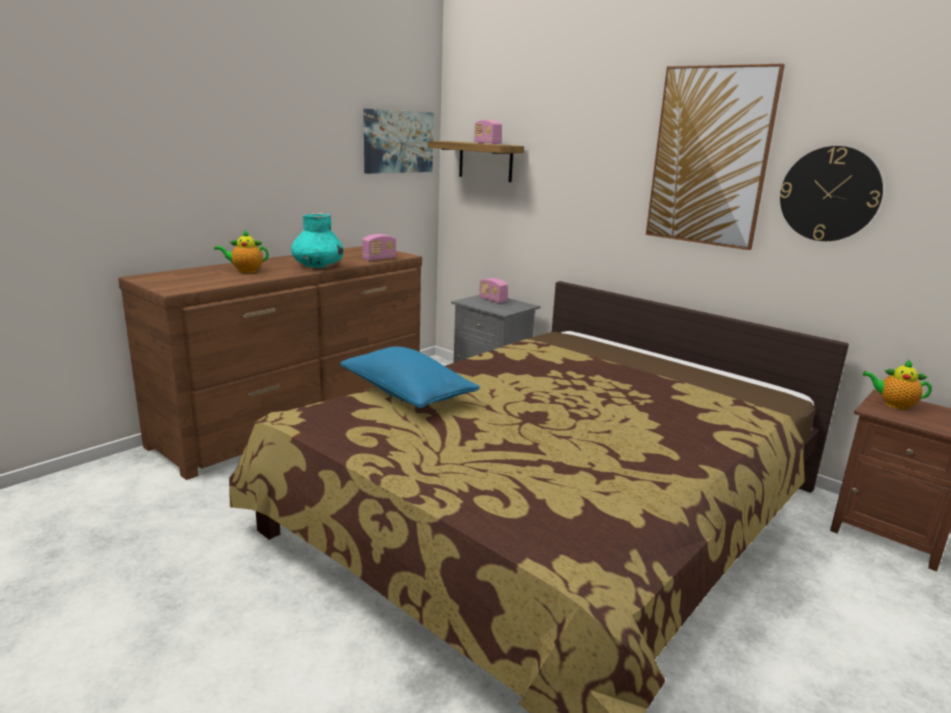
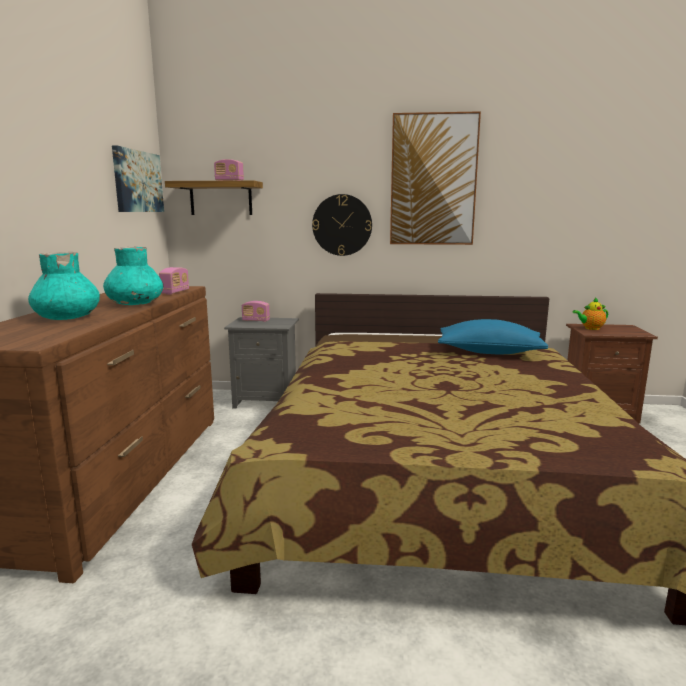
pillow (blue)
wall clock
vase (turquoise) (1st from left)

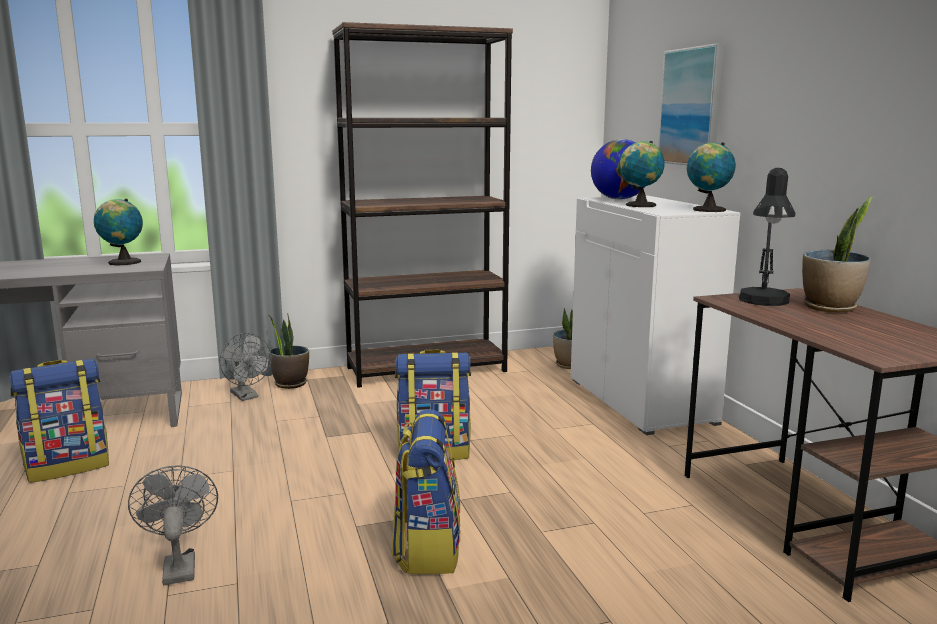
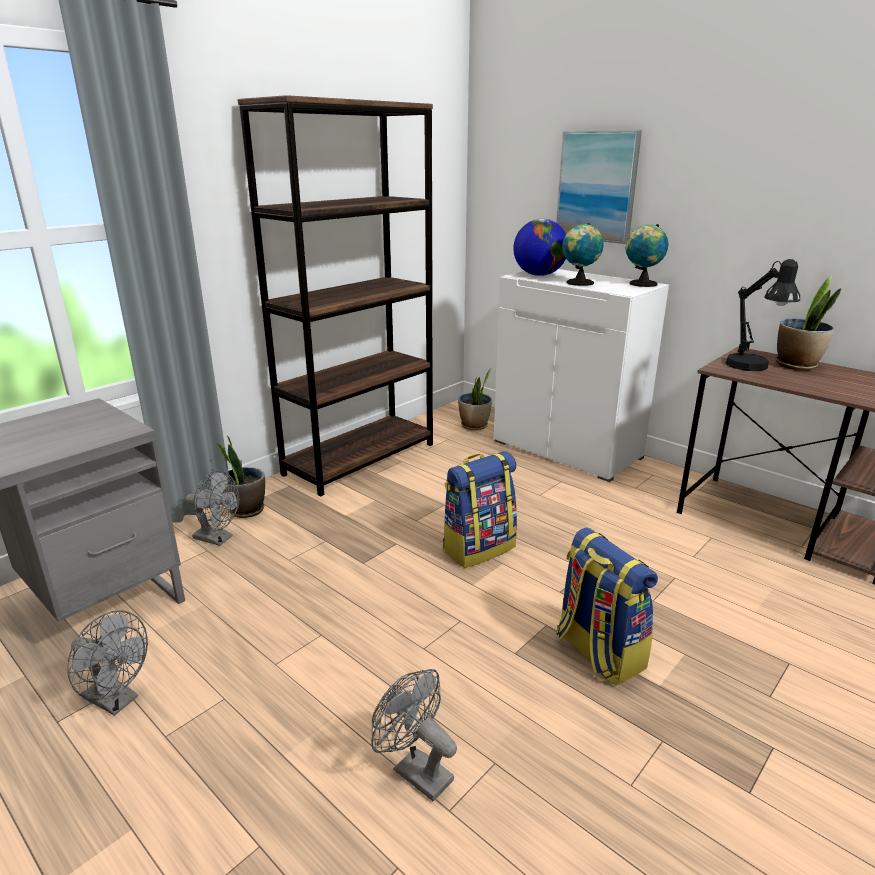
globe (1st from left in the first image)
fan (grey) (1st from left)

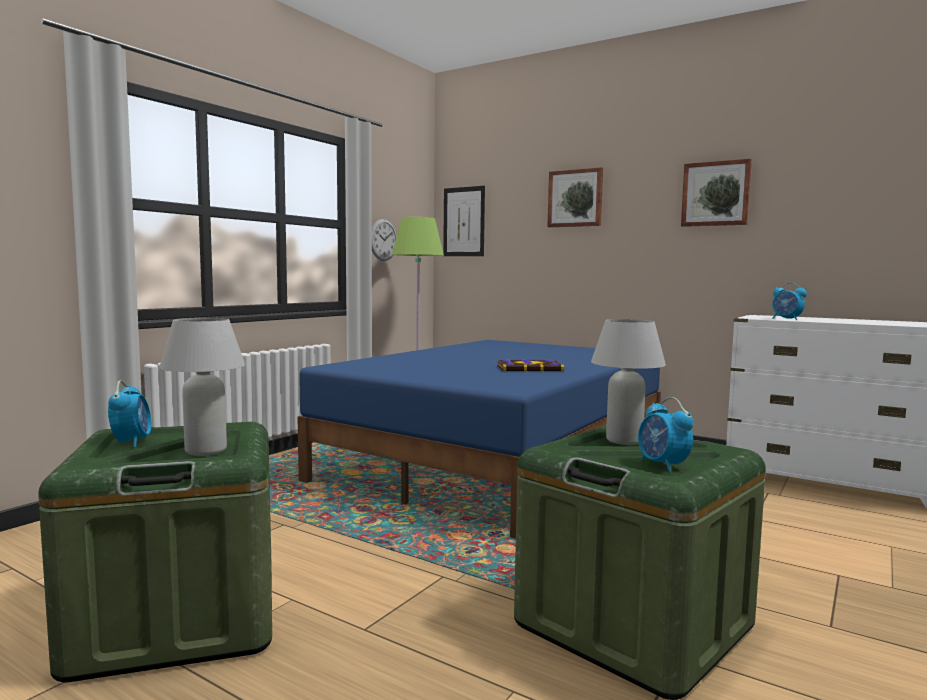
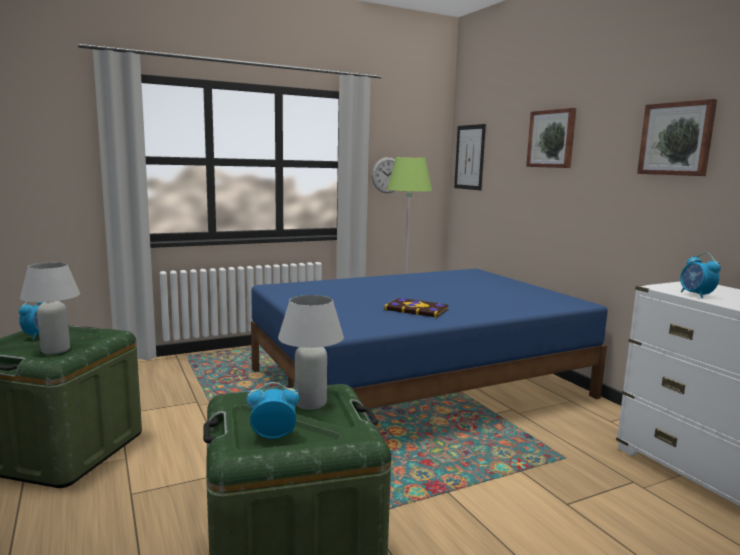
alarm clock (2nd from left)

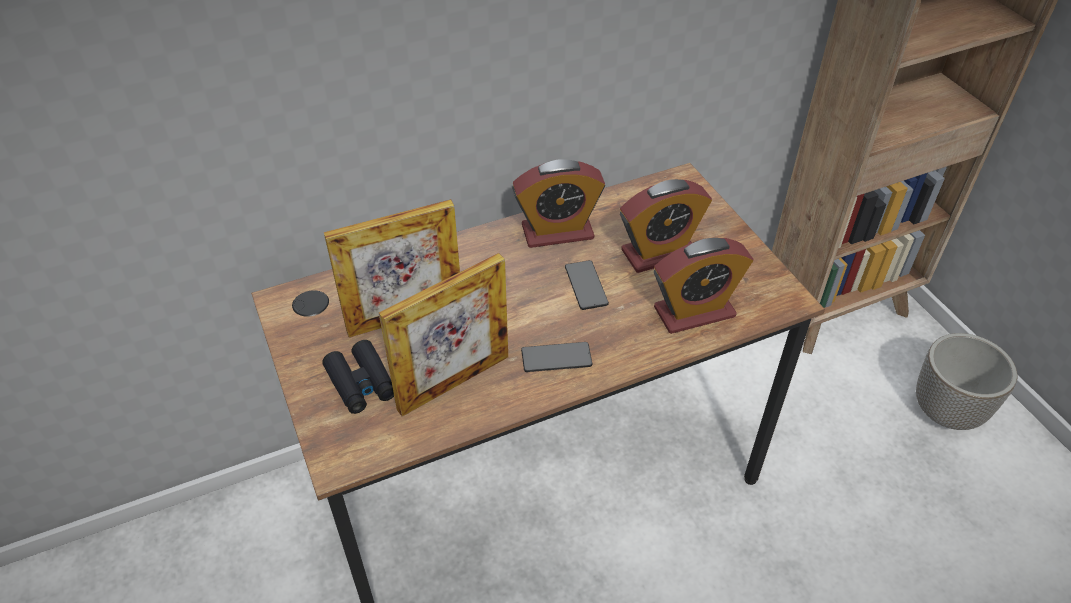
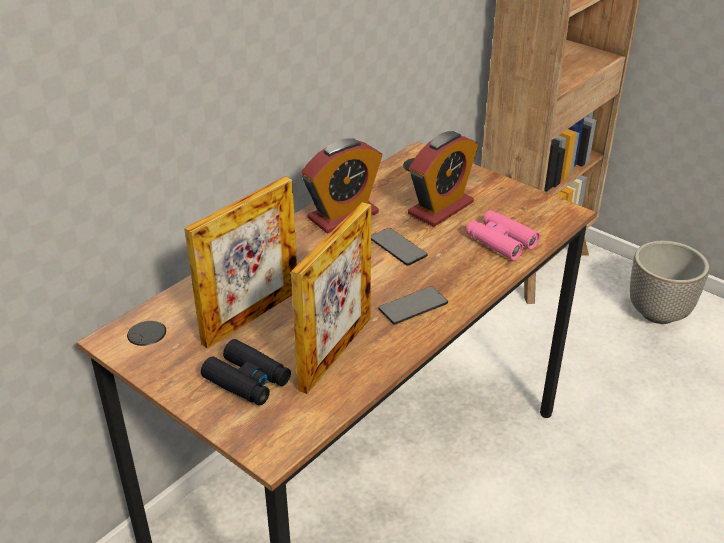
binoculars (pink)

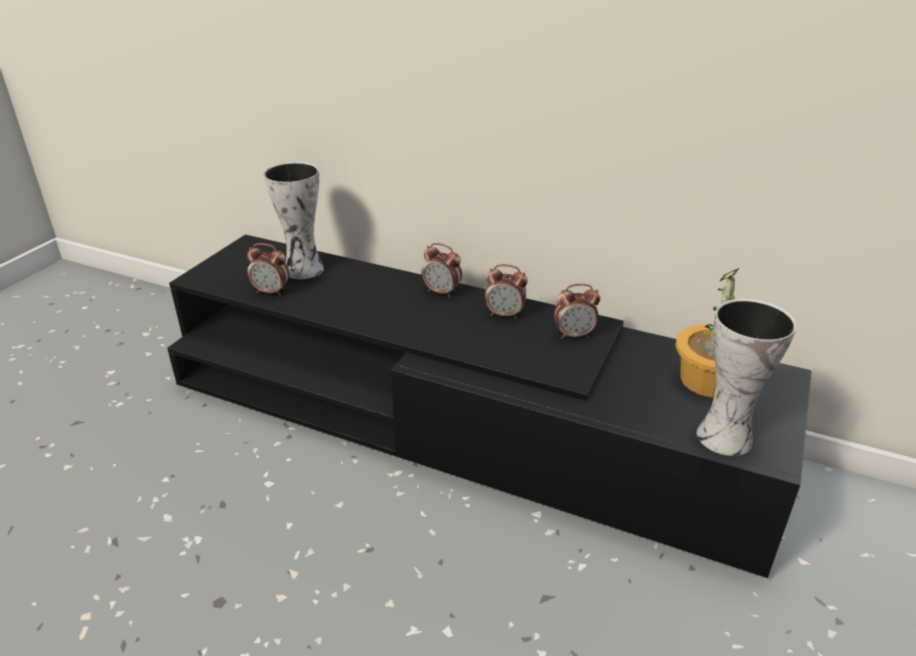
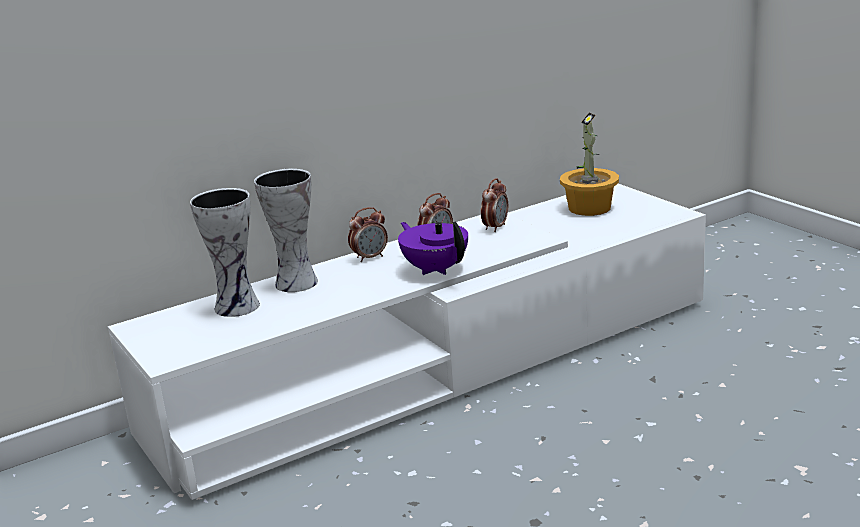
alarm clock (1st from left in the first image)
teapot (purple)
vase (2nd from left)
tv stand (white)

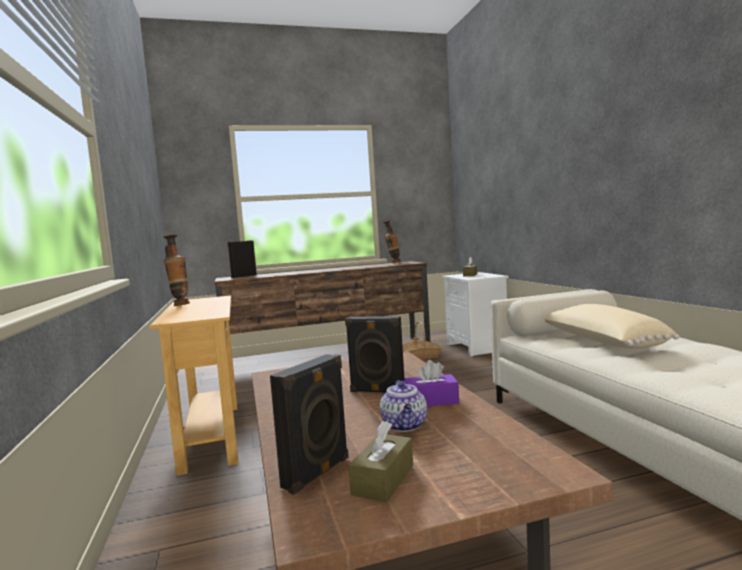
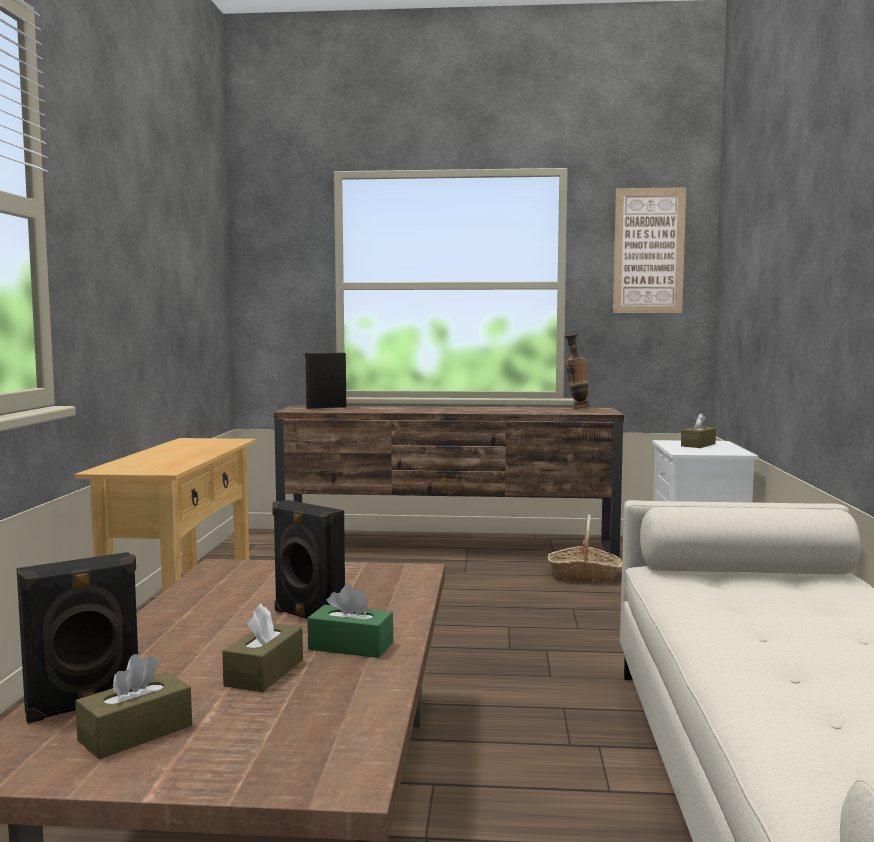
vase (1st from left in the first image)
pillow (beige)
picture
tissue box (brown) (2nd from left)
tissue box (green)

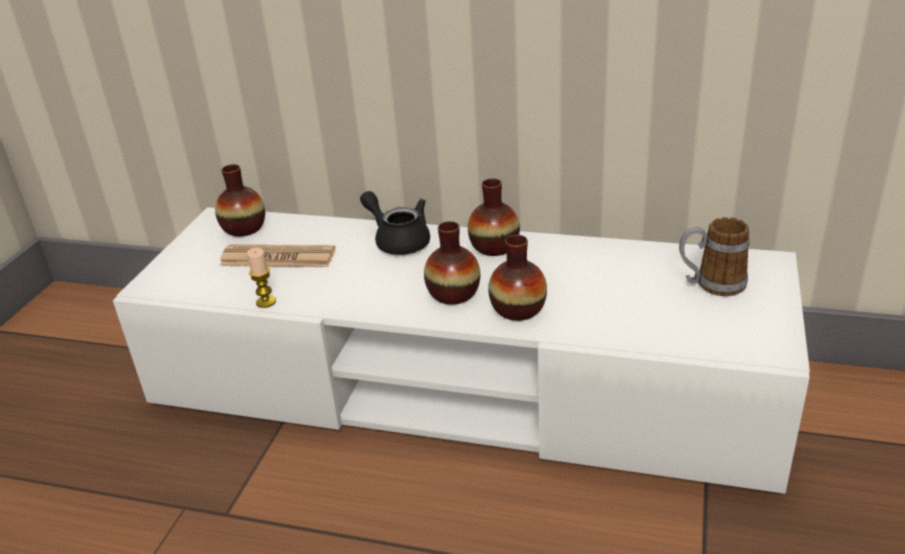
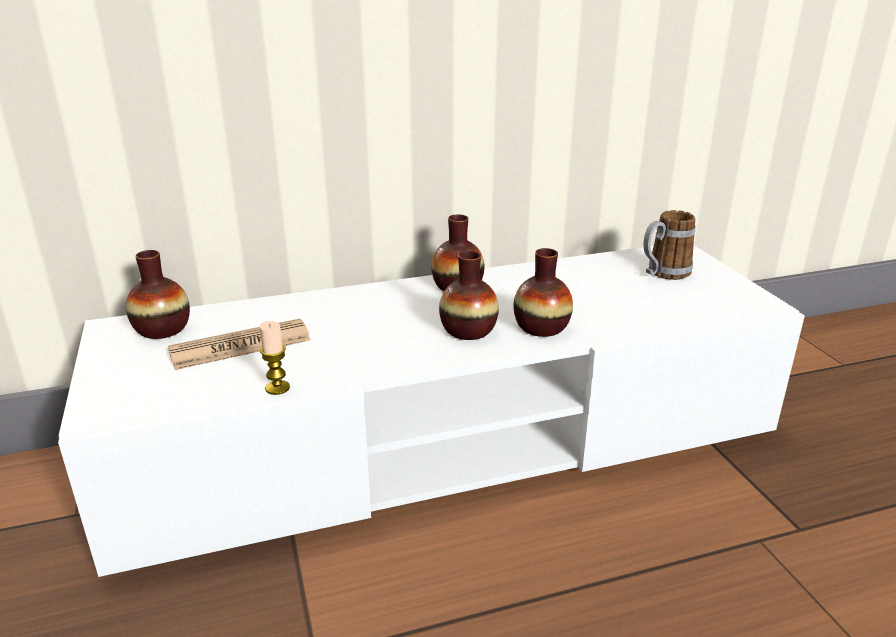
teapot (black)

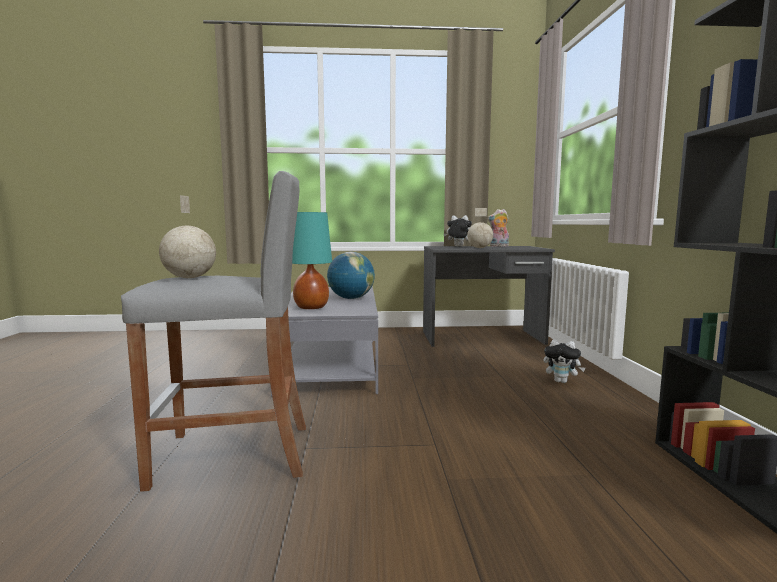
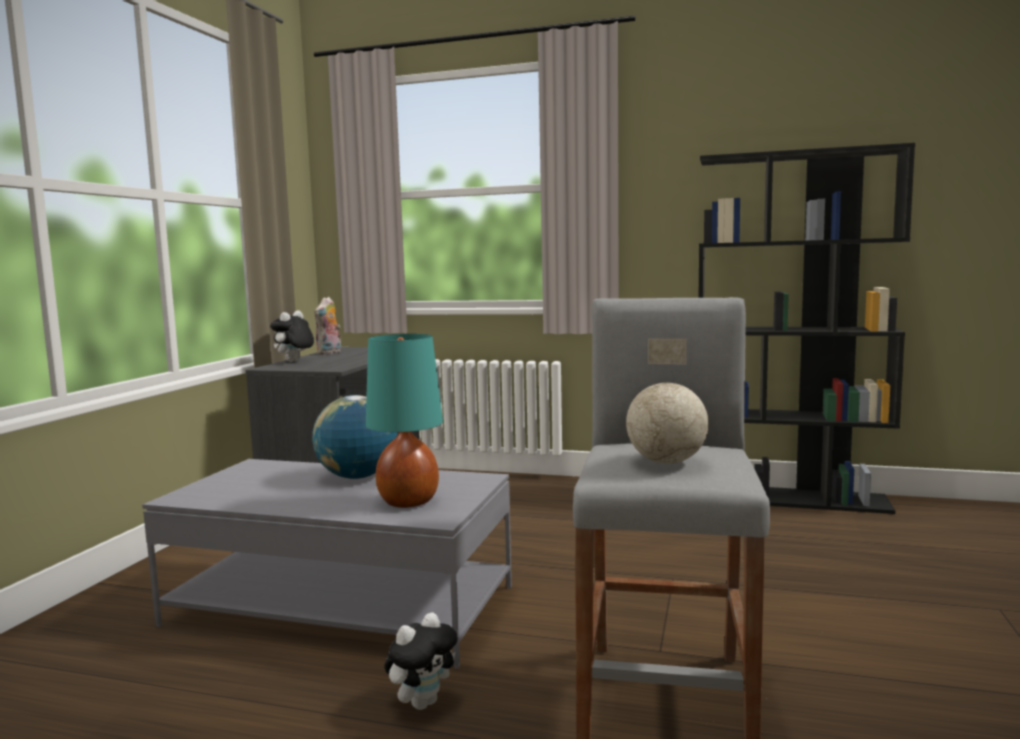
globe (3rd from left in the first image)
plush toy (3rd from left)

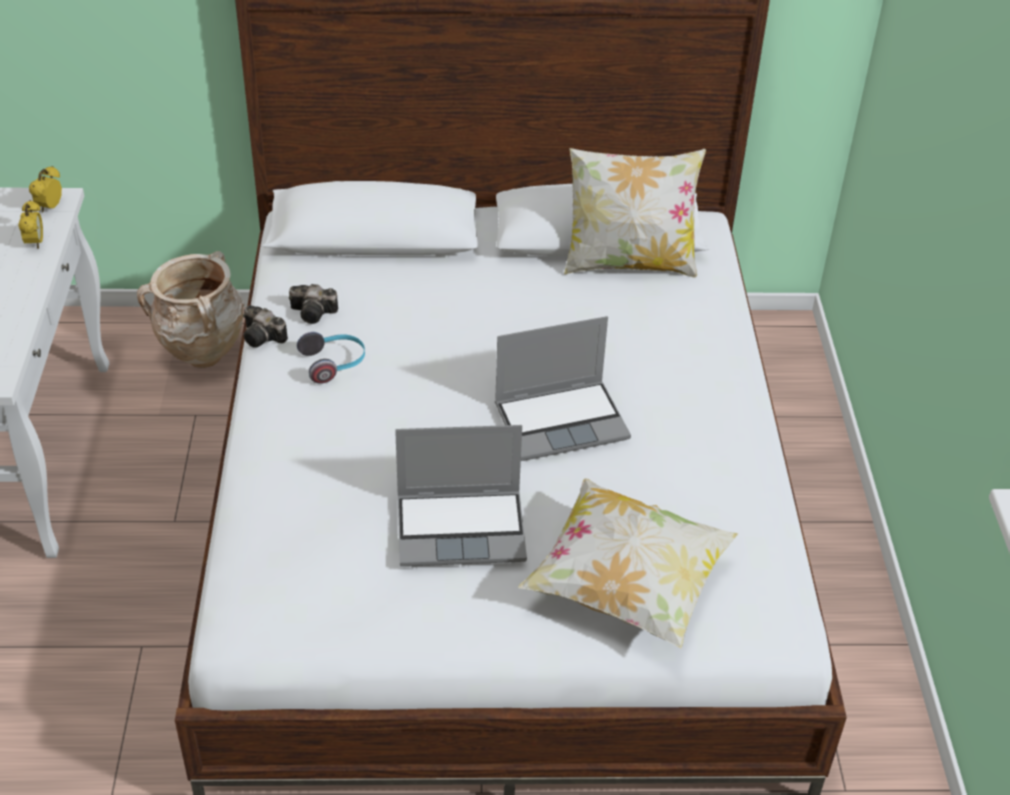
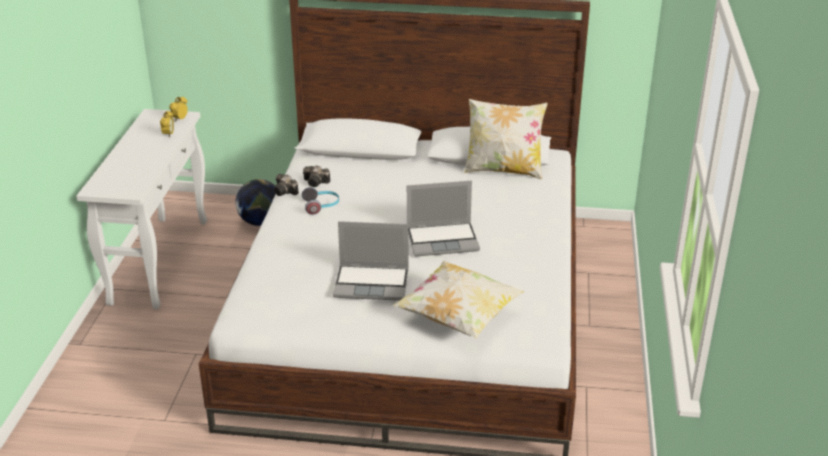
globe

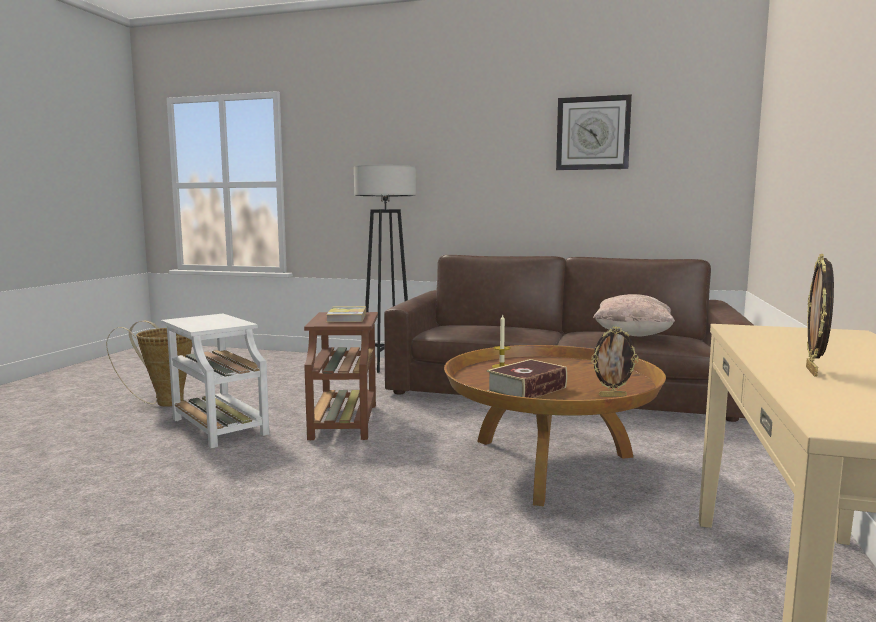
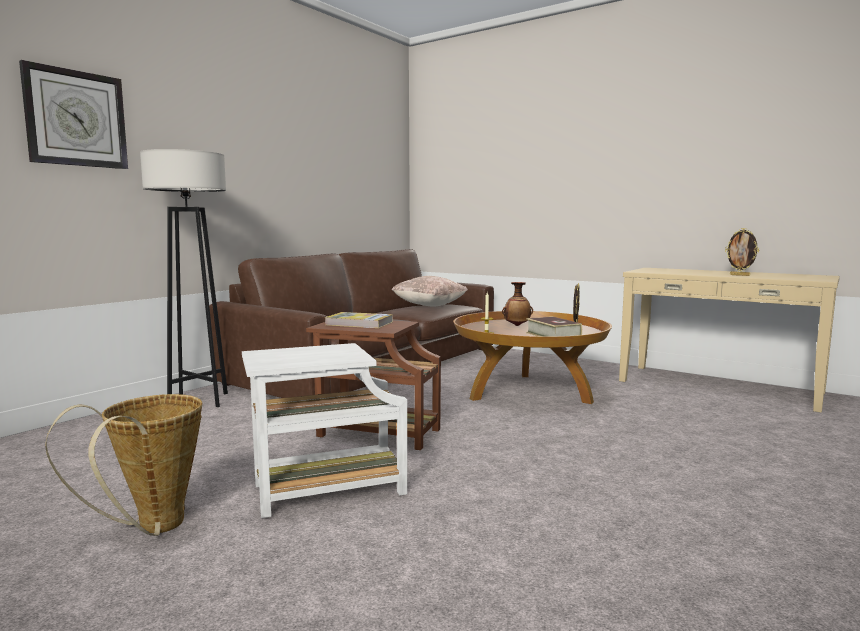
vase
wall clock

